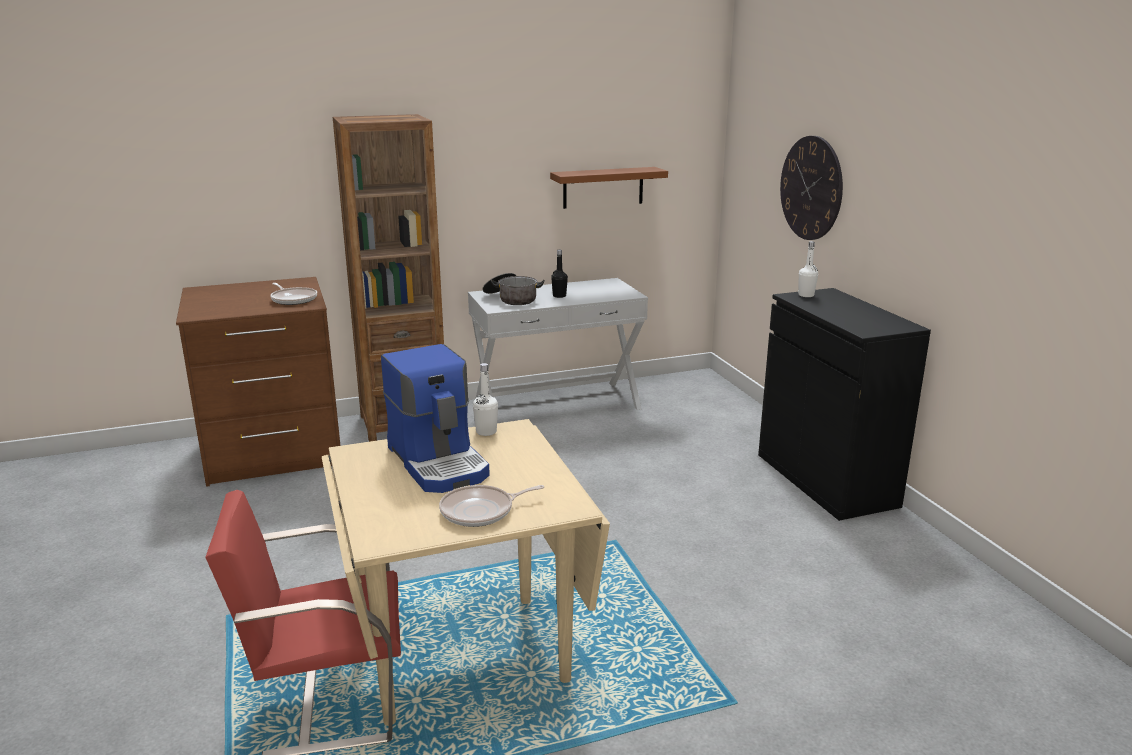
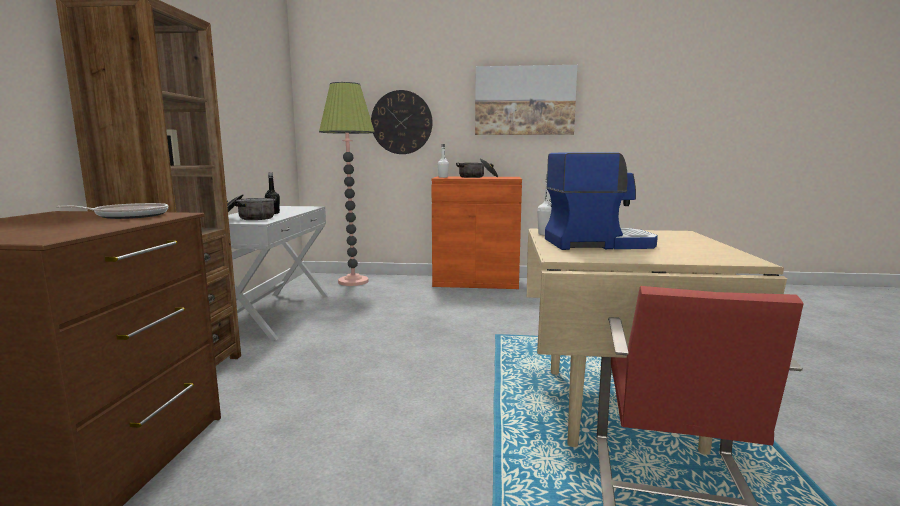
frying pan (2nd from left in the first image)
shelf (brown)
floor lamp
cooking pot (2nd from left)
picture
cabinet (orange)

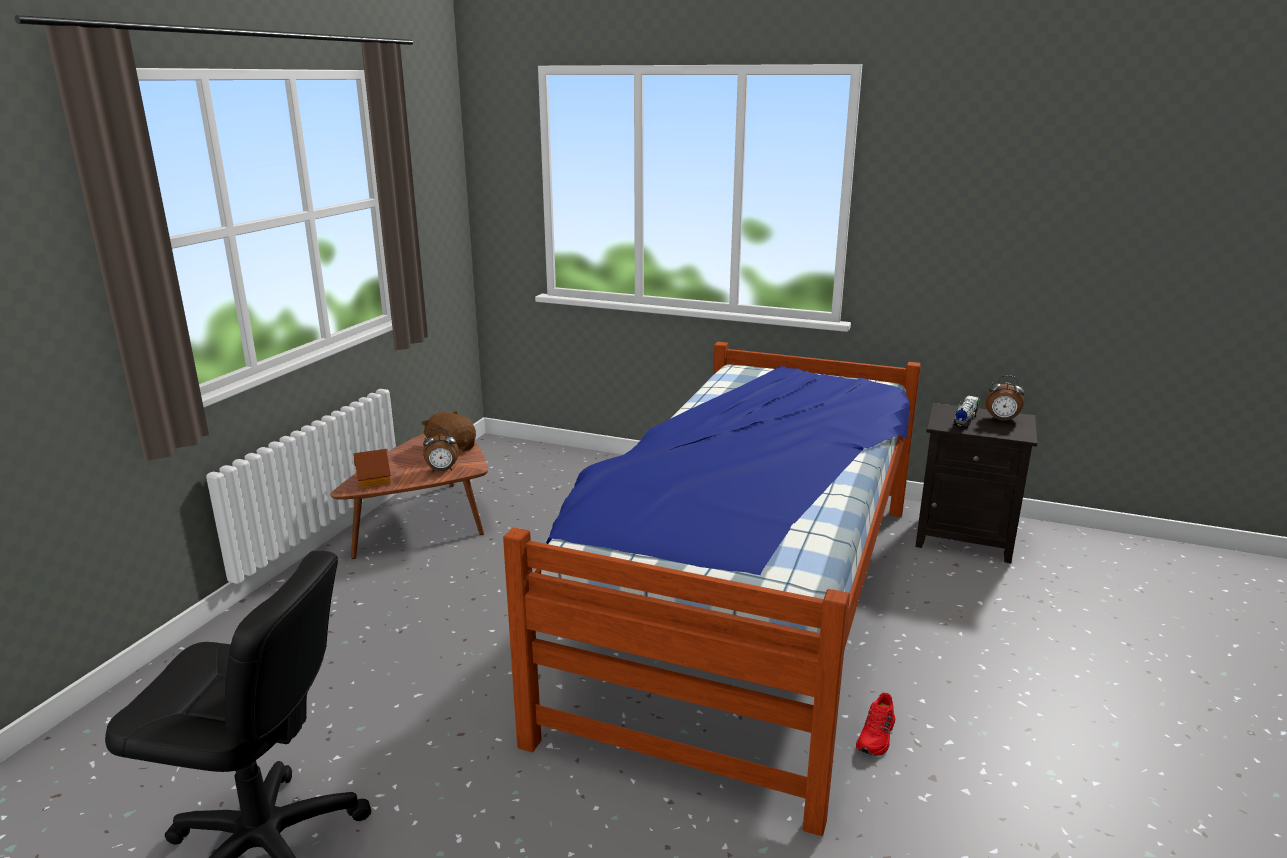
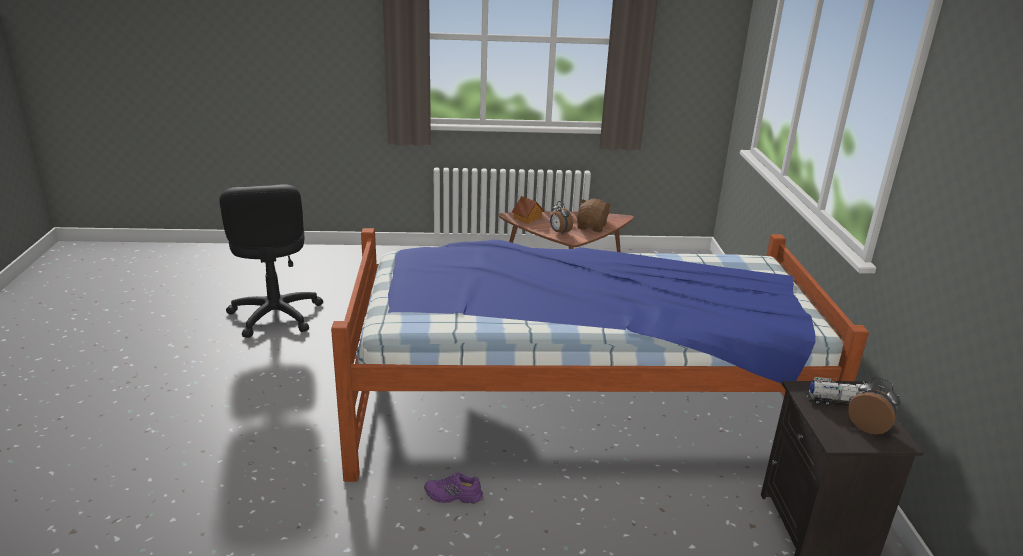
shoe (purple)
alarm clock (2nd from left)

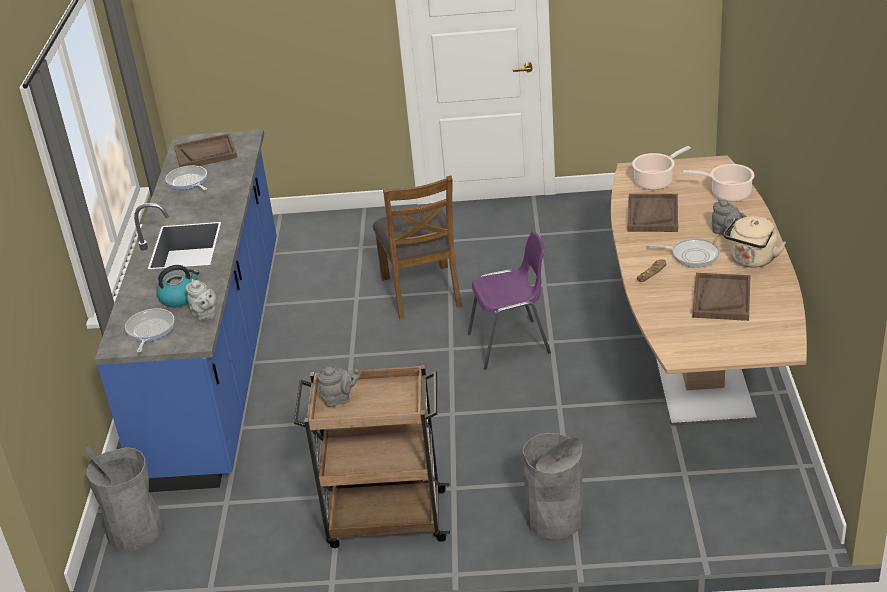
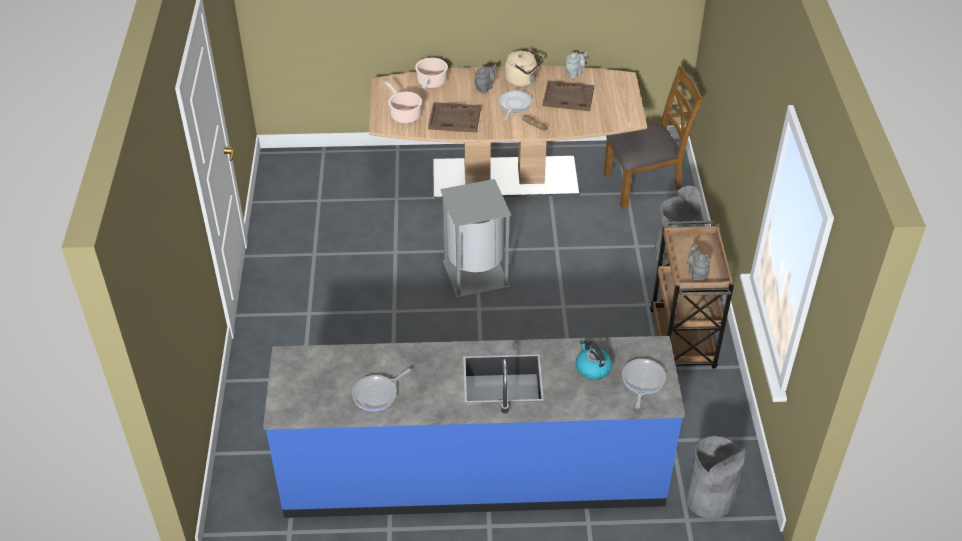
tray (brown) (1st from left in the first image)
teapot (grey) (2nd from left)
chair (brown)
trash can (grey) (1st from left)
frying pan (3rd from left)

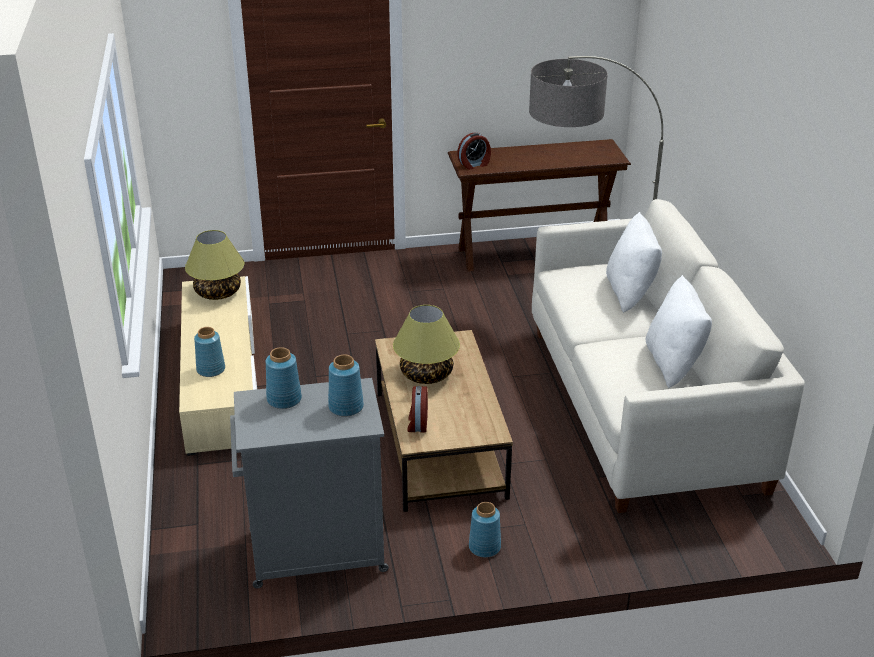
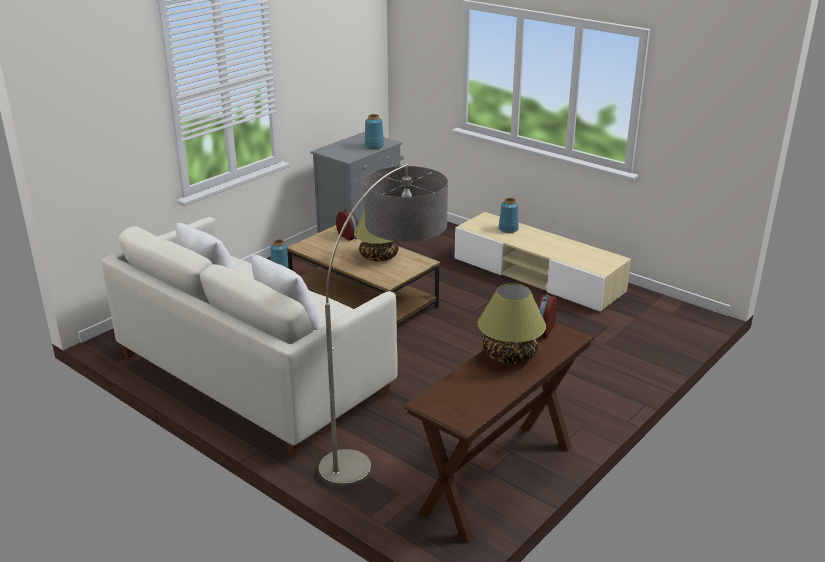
vase (blue) (3rd from left in the first image)
table lamp (2nd from left)

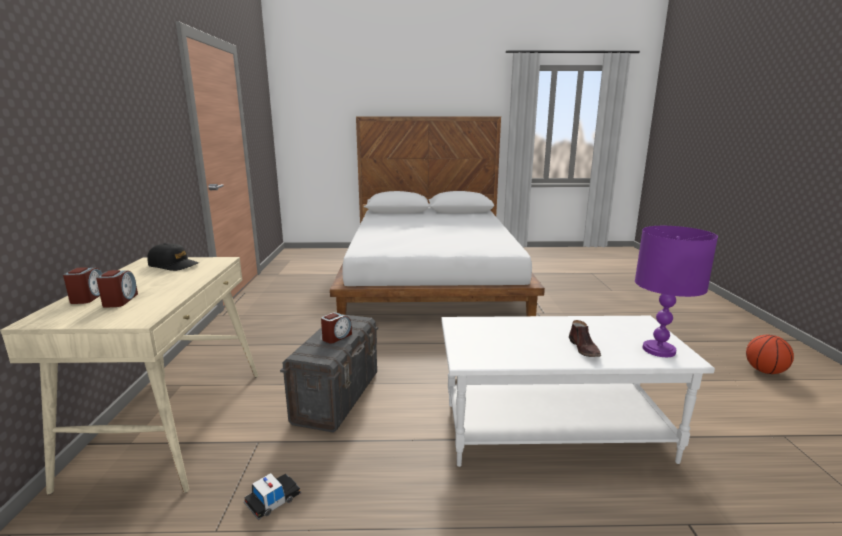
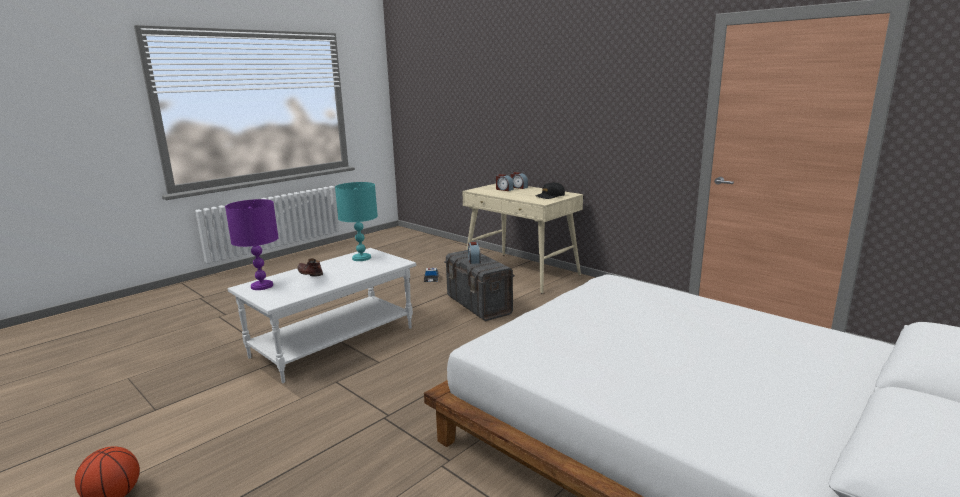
table lamp (turquoise)

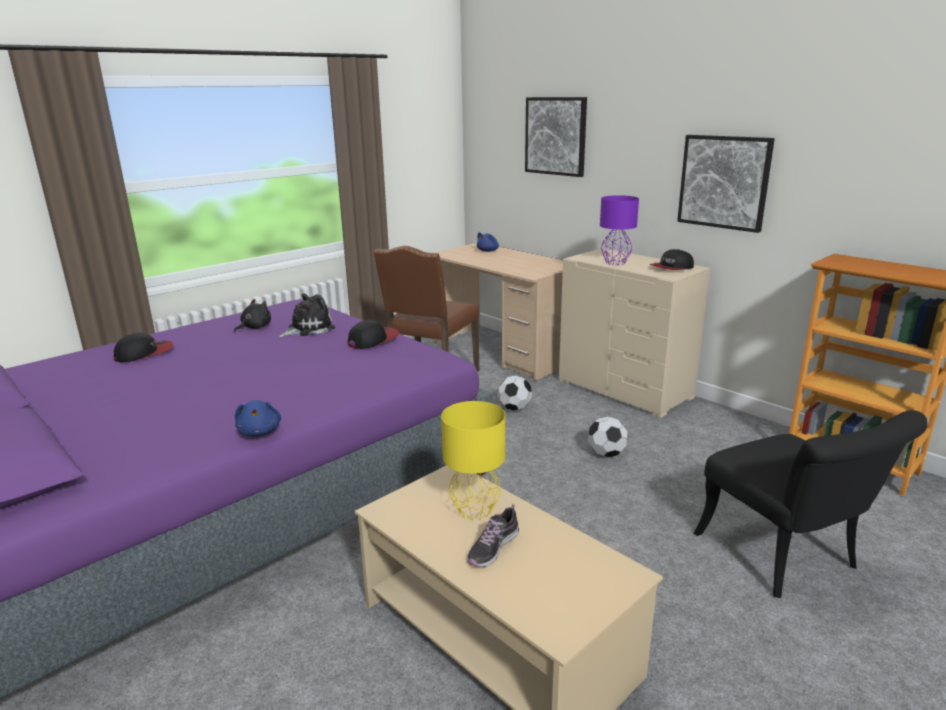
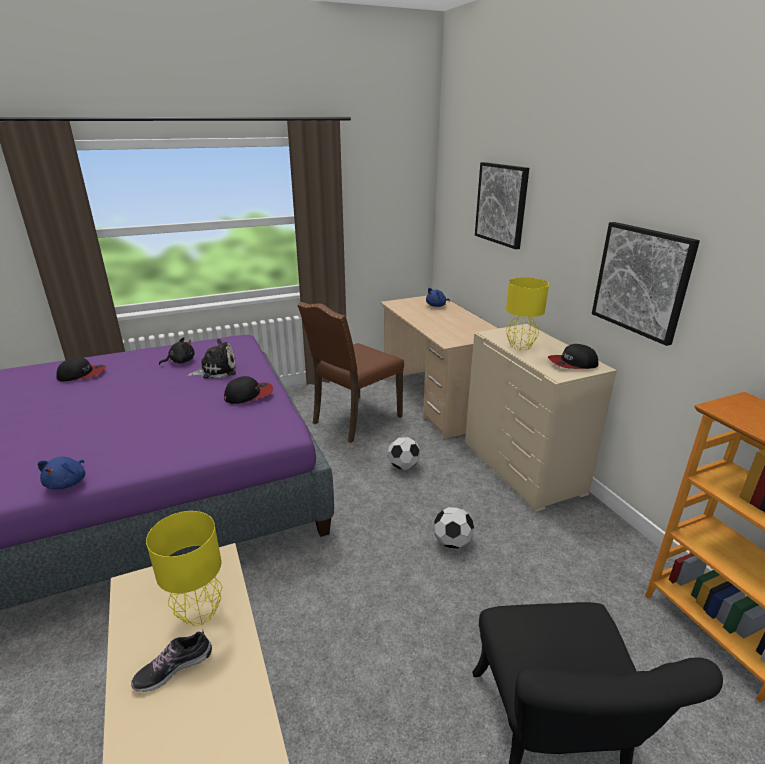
table lamp (yellow) (2nd from left)

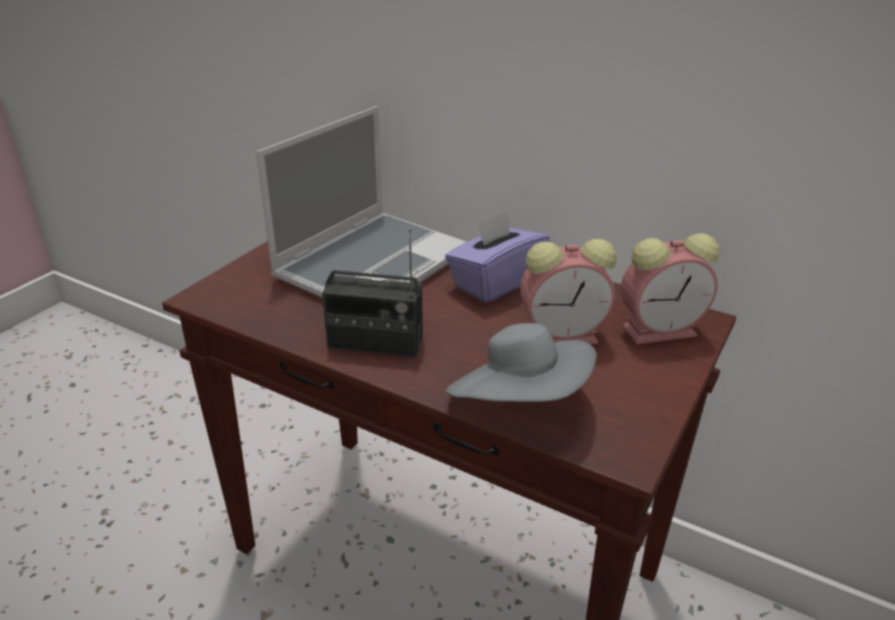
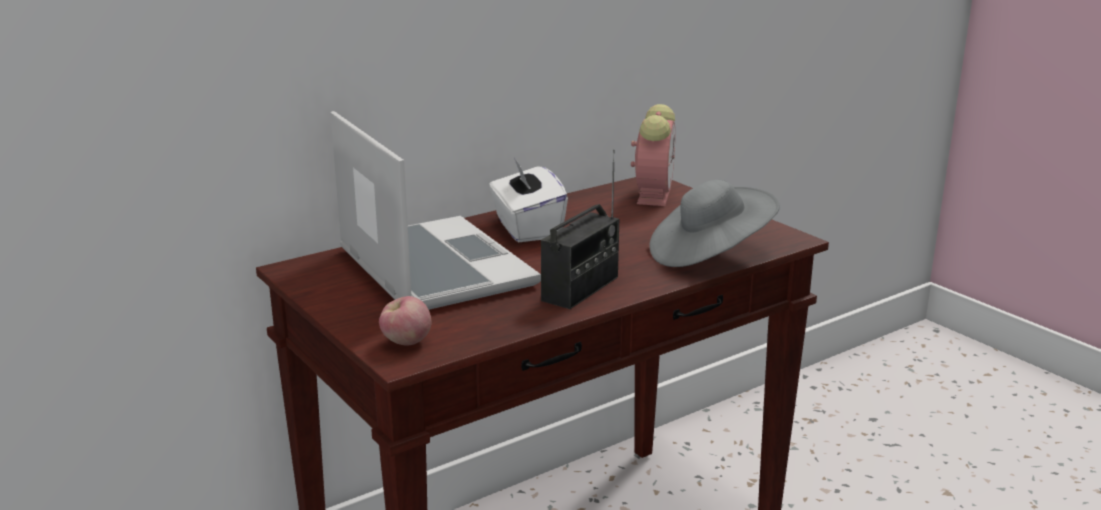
alarm clock (1st from left in the first image)
apple
tissue box (white)

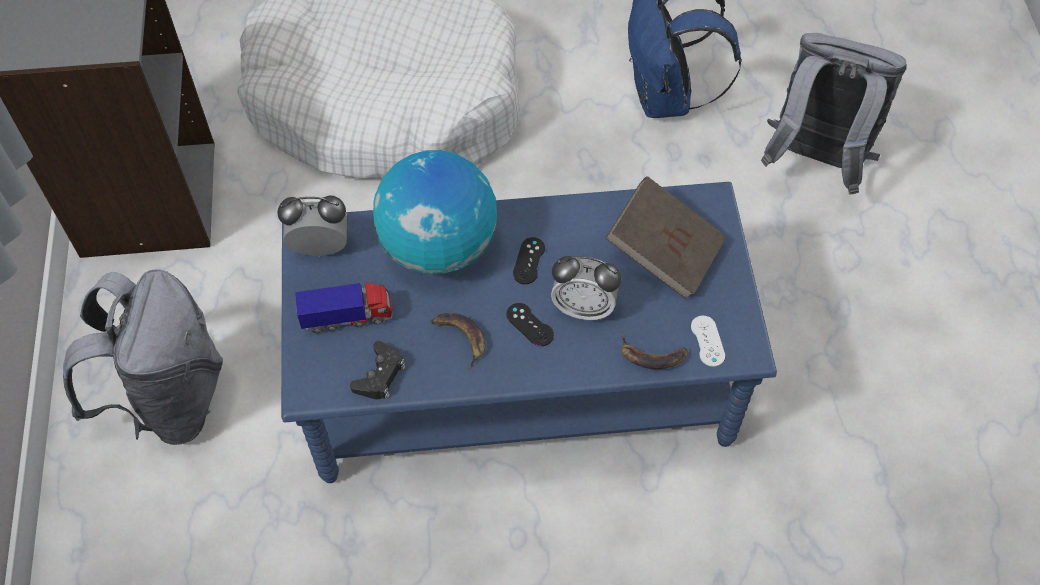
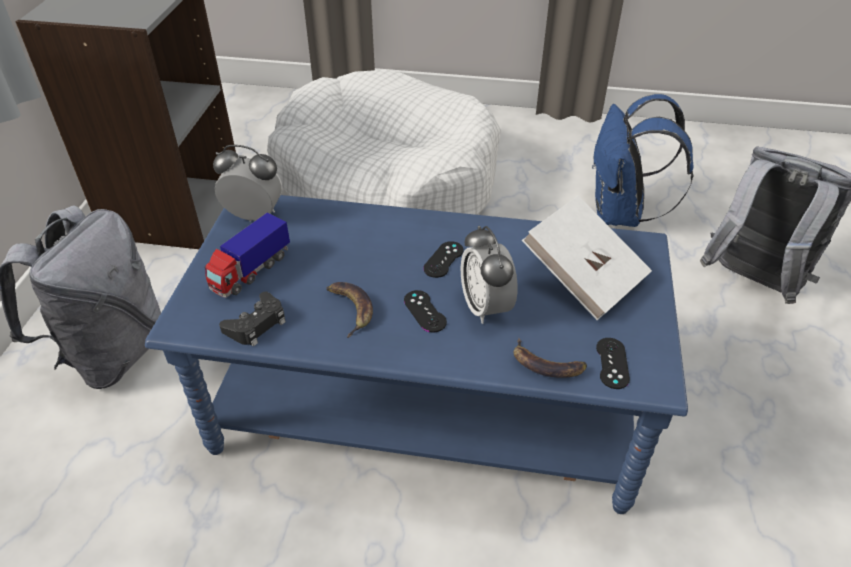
globe
book (white)
game controller (black) (4th from left)
toy truck
alarm clock (2nd from left)

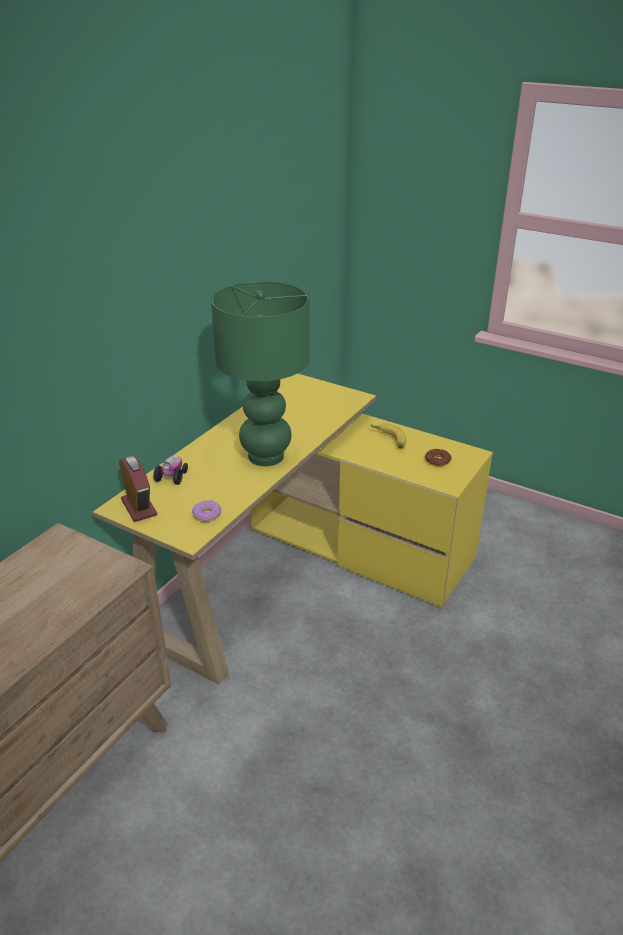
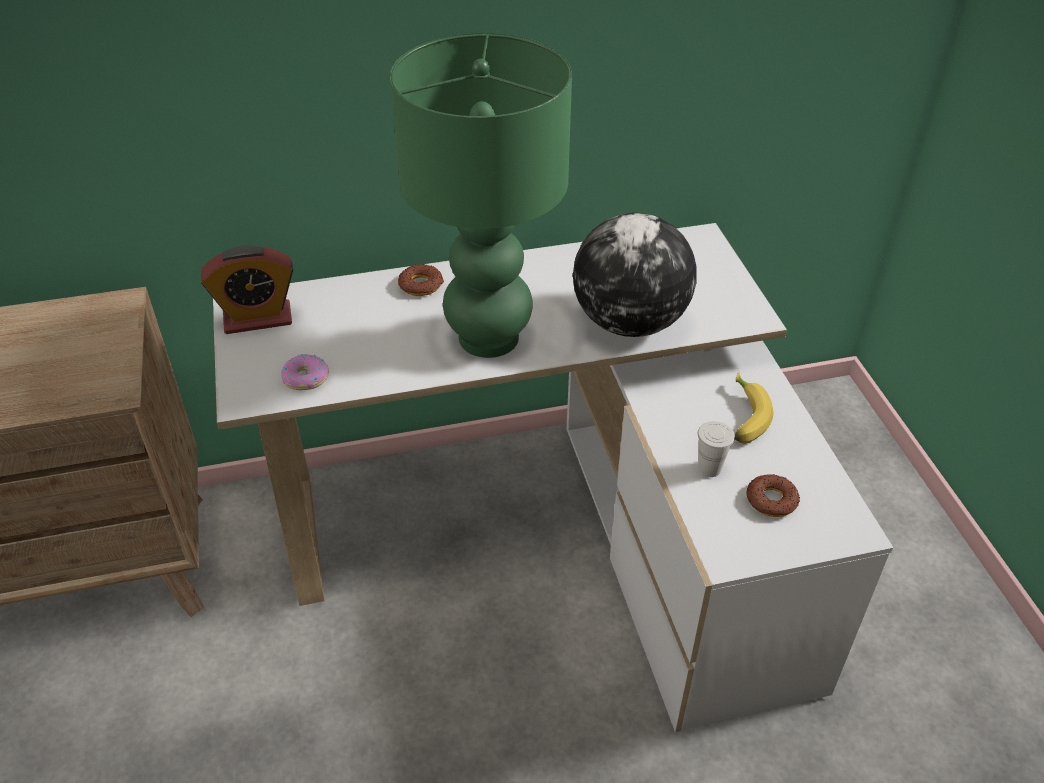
toy car
donut (2nd from left)
globe
cup (white)
desk (white)
alarm clock

